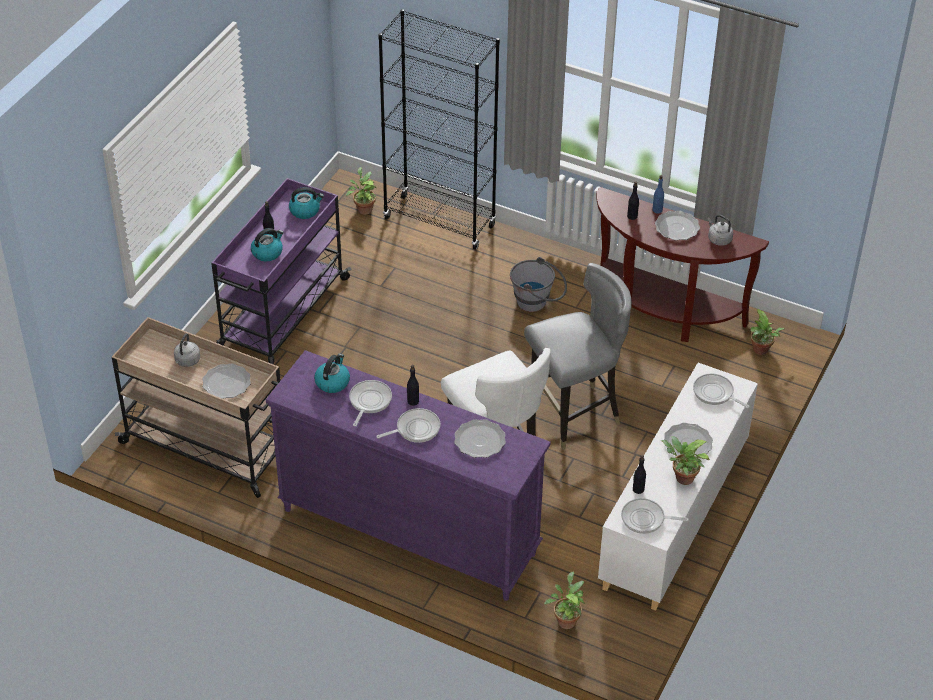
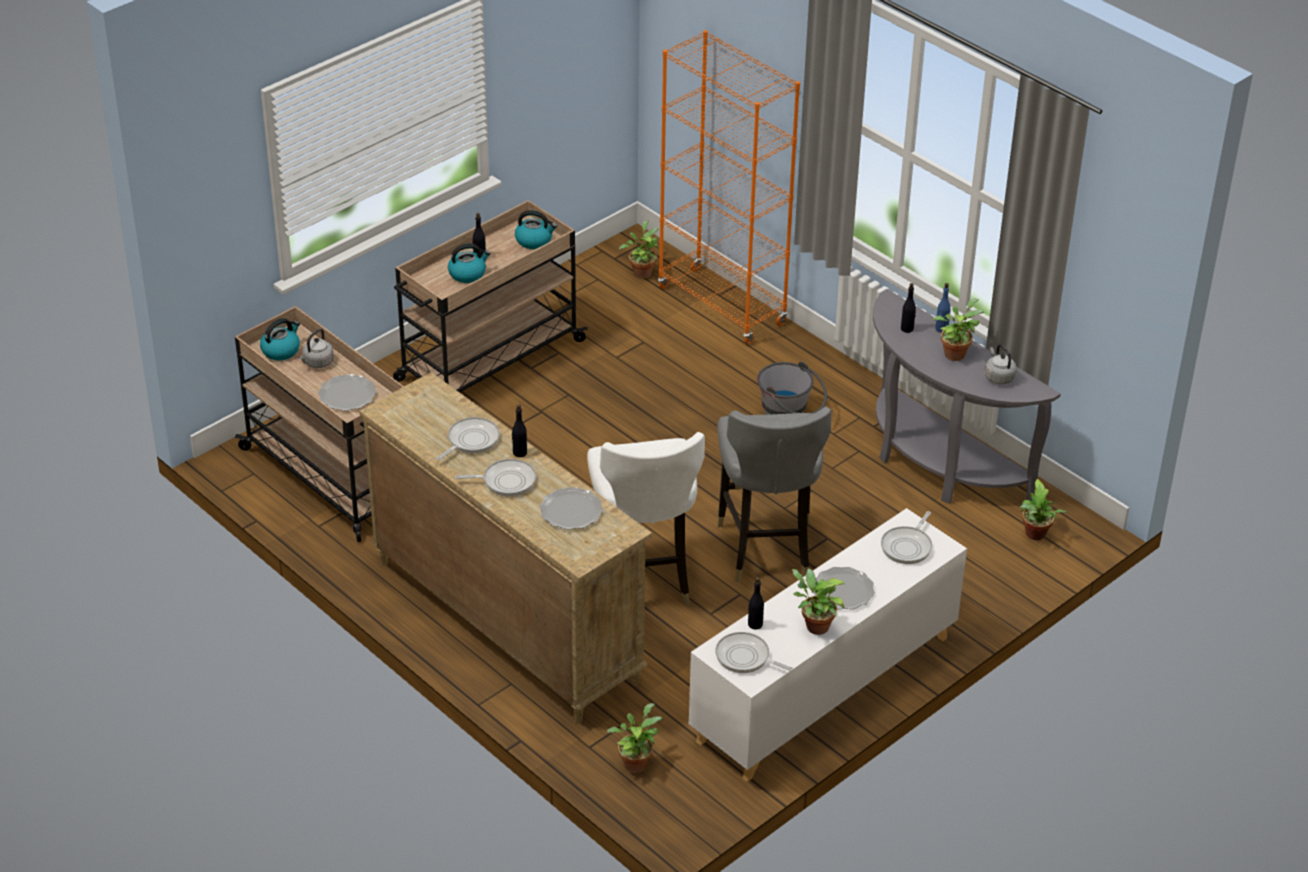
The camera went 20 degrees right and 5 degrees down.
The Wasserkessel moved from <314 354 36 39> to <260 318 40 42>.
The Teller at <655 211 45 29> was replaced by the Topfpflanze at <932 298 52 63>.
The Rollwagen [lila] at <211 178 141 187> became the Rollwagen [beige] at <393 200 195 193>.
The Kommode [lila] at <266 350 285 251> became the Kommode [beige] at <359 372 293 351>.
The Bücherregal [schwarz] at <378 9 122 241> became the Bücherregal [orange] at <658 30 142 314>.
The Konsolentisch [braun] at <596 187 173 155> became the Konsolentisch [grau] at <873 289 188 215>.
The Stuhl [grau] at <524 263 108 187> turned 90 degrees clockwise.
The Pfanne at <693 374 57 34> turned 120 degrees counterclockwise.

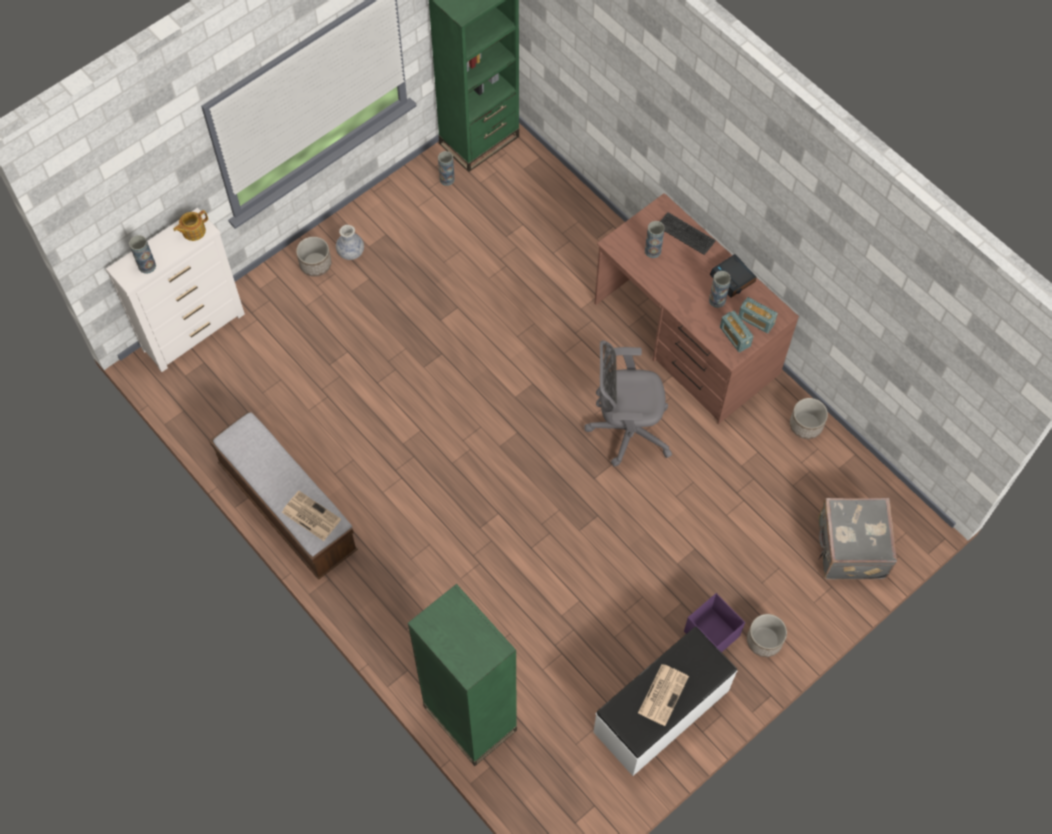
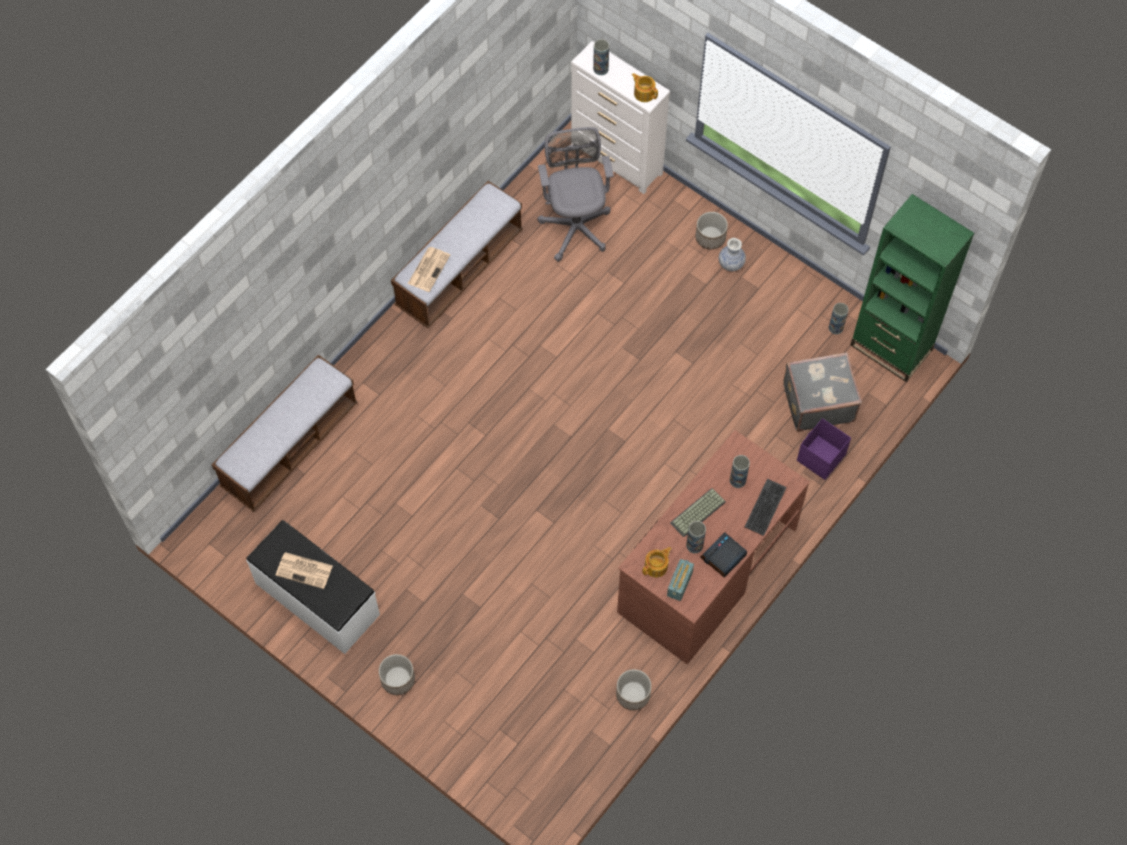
The camera went 80 degrees right and 0 degrees up.
The Tastatur at <670 488 56 49> appeared.
The Bürostuhl [grau] moved from <584 340 88 126> to <537 127 76 135>.
The Aufbewahrungsbox [lila] moved from <684 593 61 60> to <797 418 54 62>.
The Koffer [grau] moved from <818 498 79 82> to <783 352 79 80>.
The Bücherregal [grün] at <407 584 110 182> was replaced by the Bank at <211 355 147 157>.
The Radio at <720 311 34 42> was replaced by the Teekanne at <642 547 30 30>.

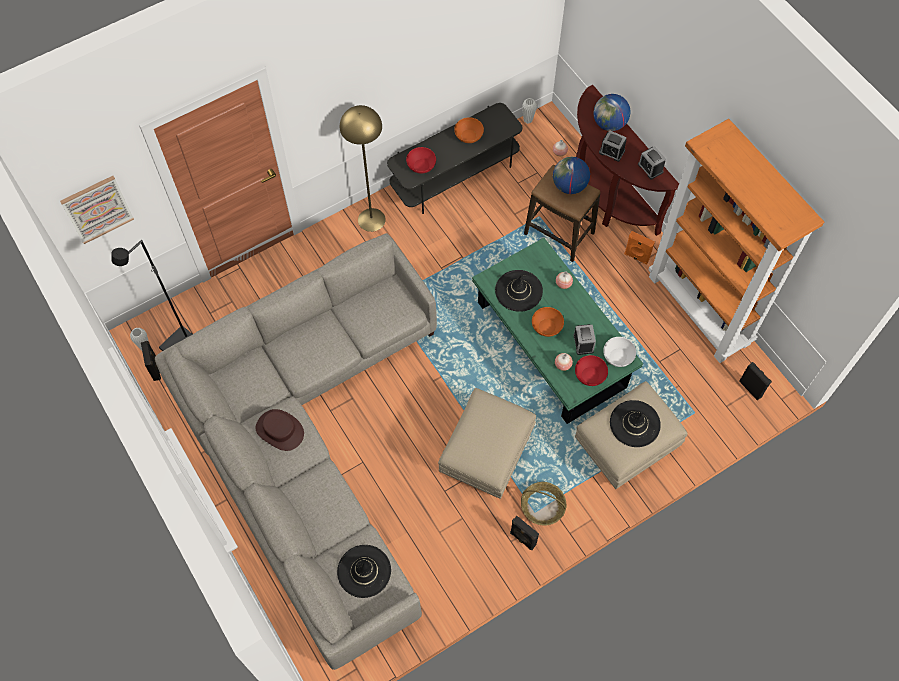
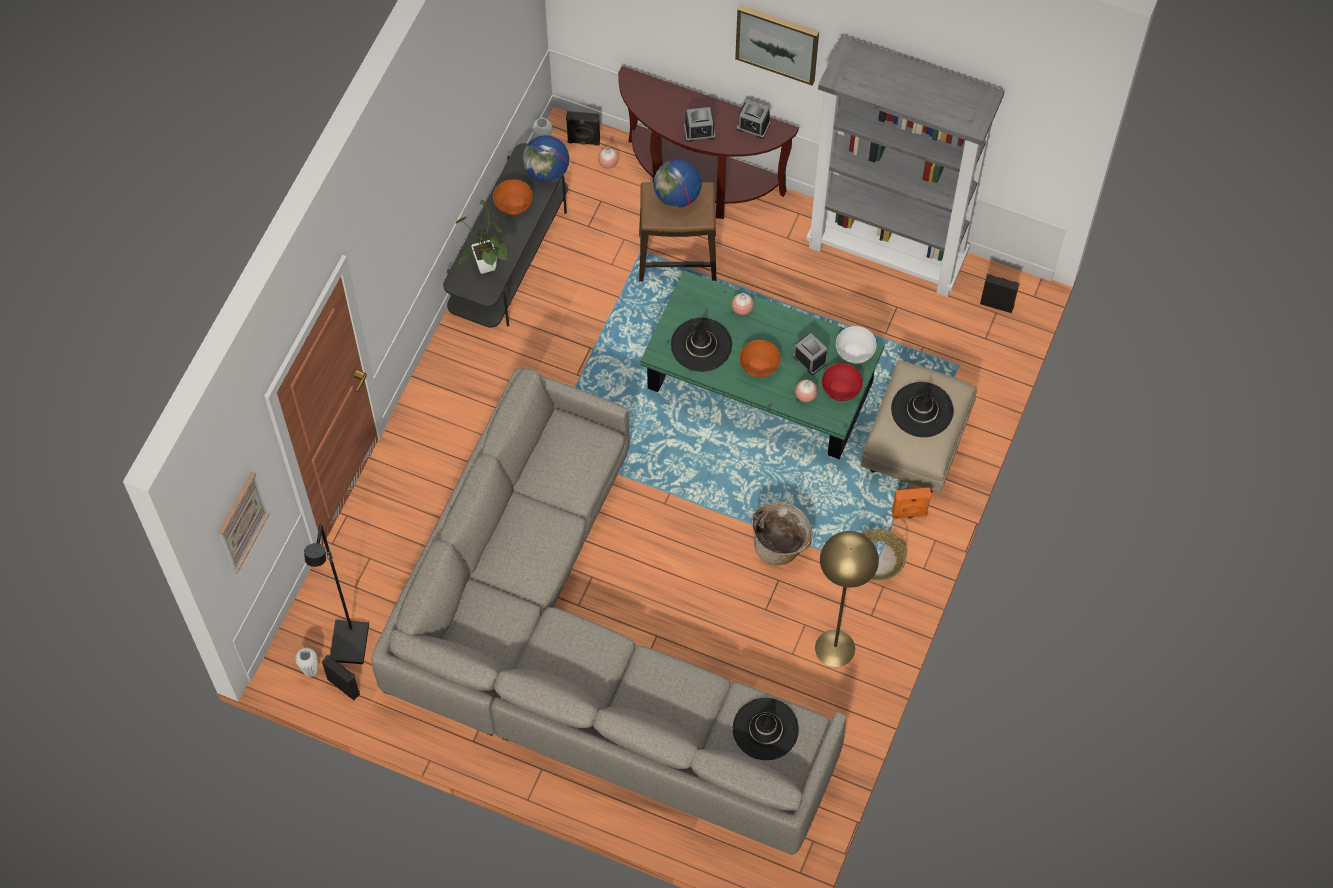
The camera went 35 degrees left and 0 degrees up.
The Hut [braun] at <256 409 48 42> disappeared.
The Bild at <735 5 84 80> appeared.
The Stehlampe [gelb] moved from <340 105 46 127> to <815 531 64 136>.
The Lautsprecher [schwarz] moved from <510 516 29 34> to <566 111 34 35>.
The Globus moved from <593 94 38 37> to <522 135 47 48>.
The Lautsprecher [orange] moved from <624 231 31 33> to <892 488 40 31>.
The Schüssel [rot] at <406 147 30 26> was replaced by the Topfpflanze at <456 200 51 74>.
The Polsterhocker [beige] at <438 388 98 111> was replaced by the Korb at <752 502 60 63>.
The Bücherregal [orange] at <649 119 175 244> became the Bücherregal [grau] at <806 36 199 261>.

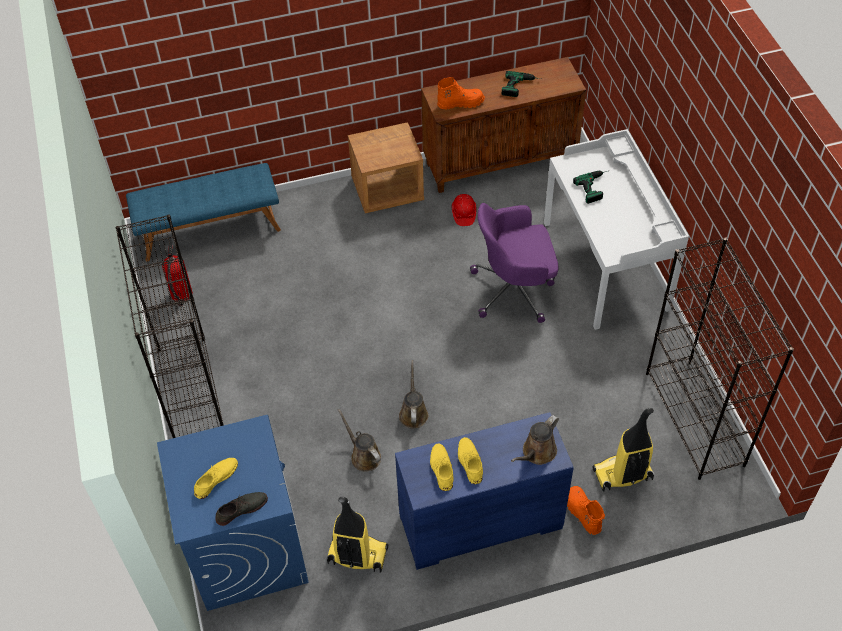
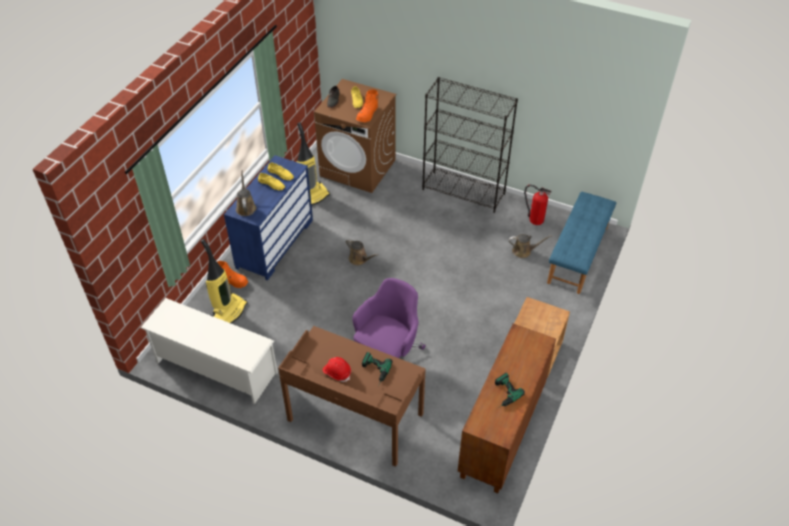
The camera went 130 degrees right and 5 degrees down.
The Gießkanne [braun] moved from <338 409 43 62> to <509 234 43 24>.
The Stiefel [orange] moved from <437 77 48 33> to <356 90 23 32>.
The Schutzhelm [rot] moved from <452 194 25 32> to <323 357 28 25>.
The Bücherregal [schwarz] at <646 237 148 243> was replaced by the Schuhregal [weiß] at <140 298 138 106>.
The Waschmaschine [blau] at <157 415 152 196> became the Waschmaschine [braun] at <314 79 82 114>.
The Schreibtisch [weiß] at <544 129 145 201> became the Schreibtisch [braun] at <278 326 148 141>.

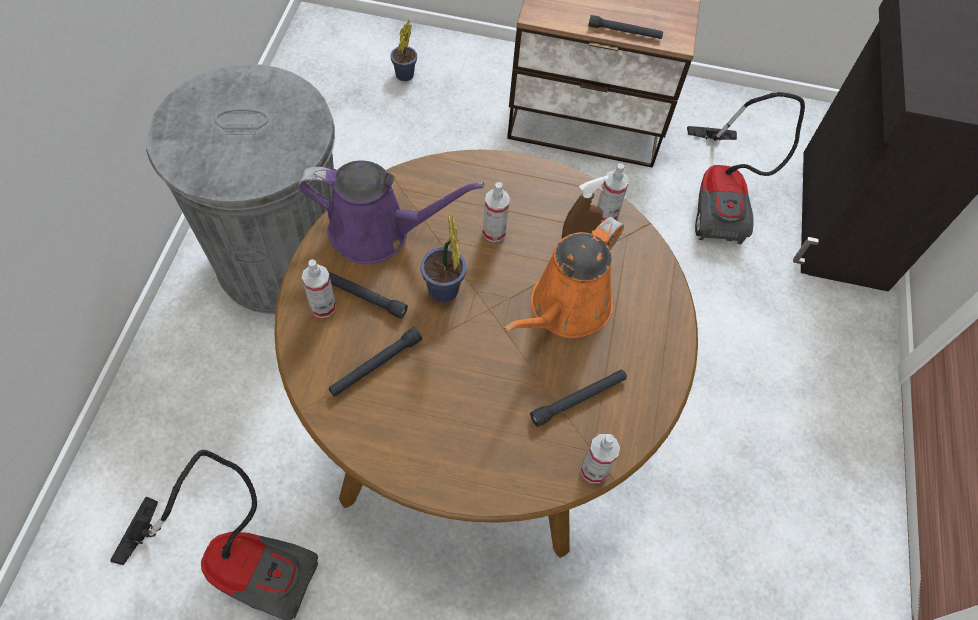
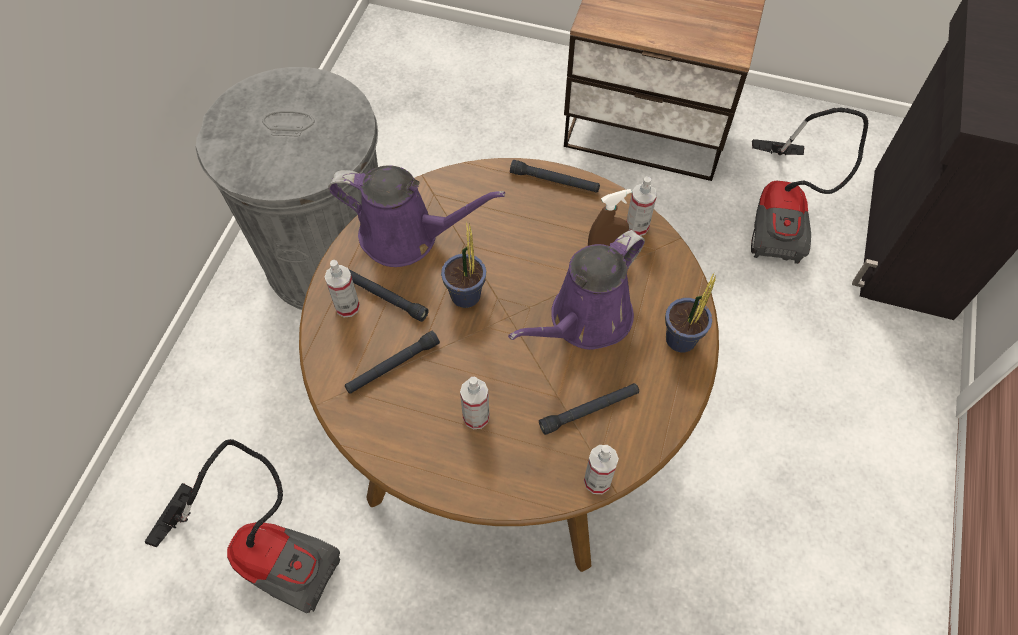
The camera went 10 degrees right and 0 degrees up.
The Topfpflanze moved from <390 19 27 62> to <665 273 51 80>.
The Sprühflasche moved from <483 182 27 60> to <460 377 30 52>.
The Taschenlampe [schwarz] moved from <588 15 75 24> to <510 160 90 33>.
The Gießkanne [orange] at <503 217 121 121> became the Gießkanne [lila] at <508 230 137 120>.

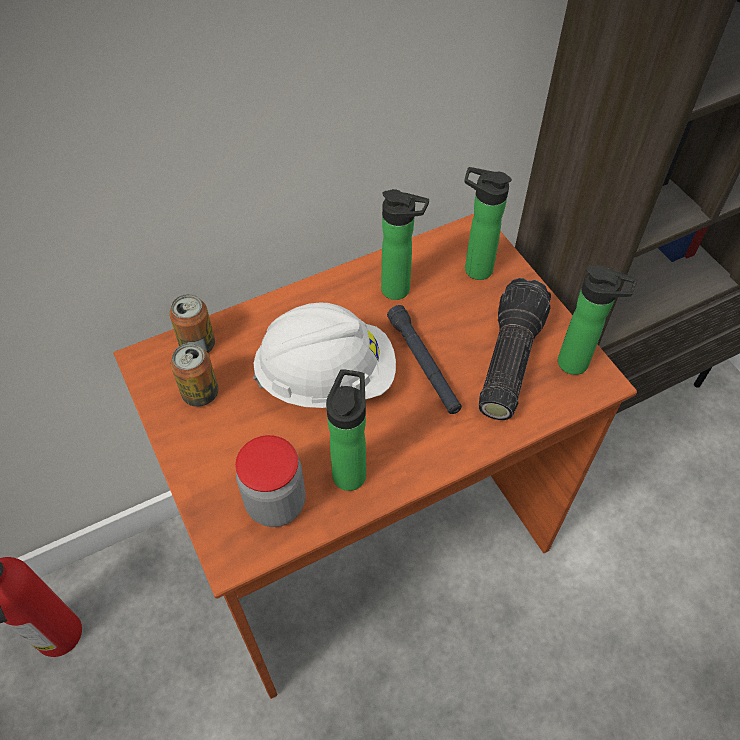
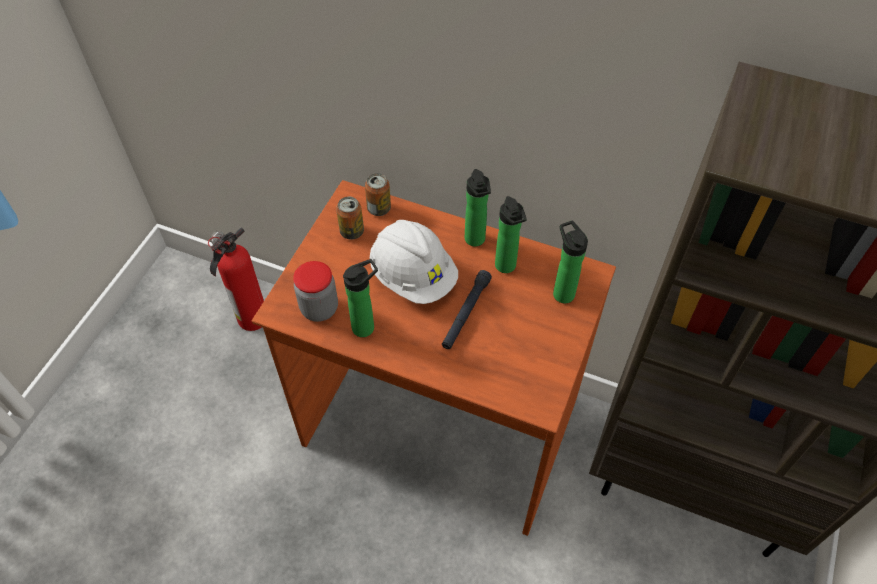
The camera went 50 degrees right and 0 degrees up.
The Taschenlampe at <479 278 72 142> disappeared.
The Flasche moved from <558 265 80 110> to <465 169 26 77>.

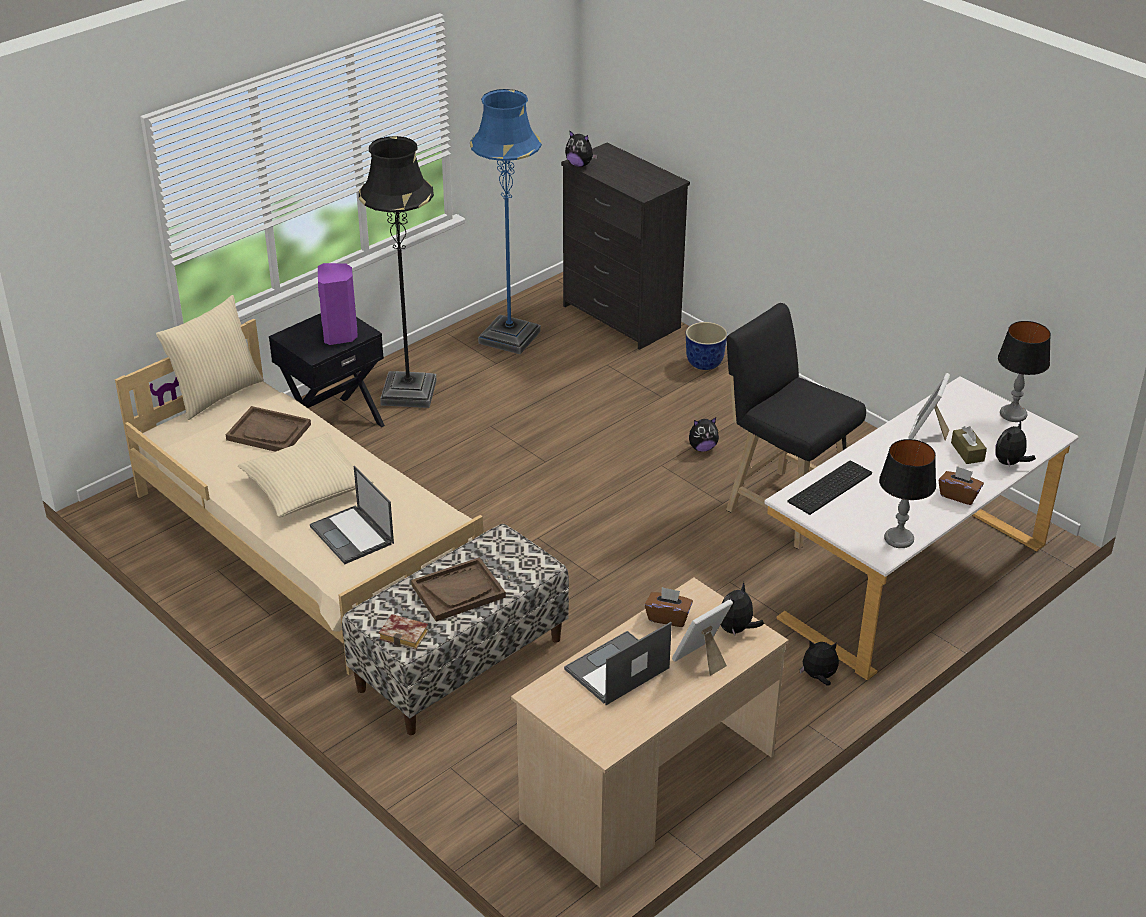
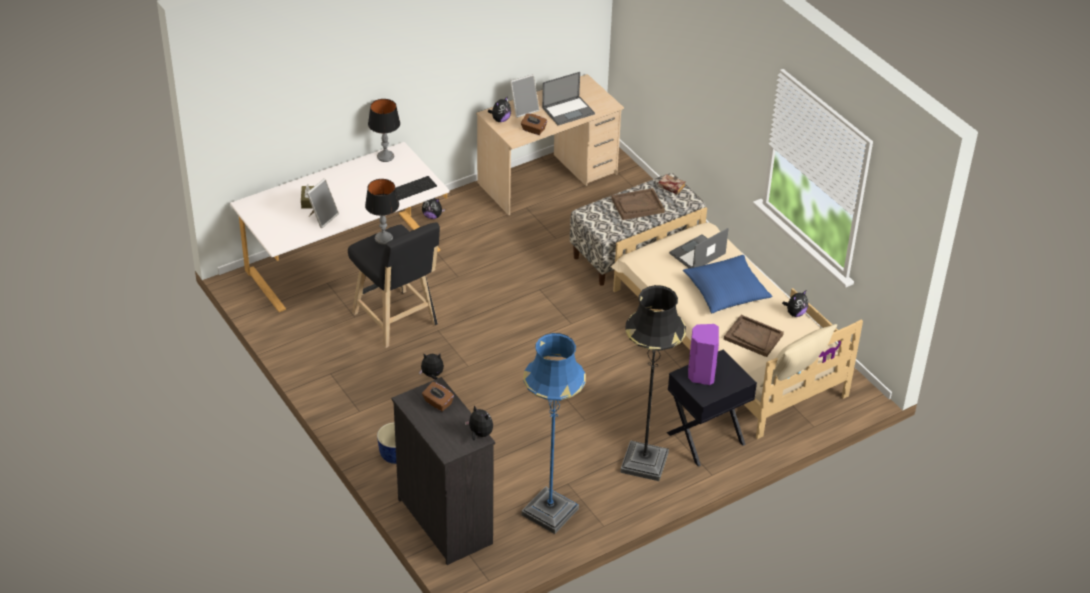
The camera went 170 degrees left and 5 degrees up.
The Taschentuchbox [braun] moved from <939 466 45 39> to <422 382 32 30>.
The Plüschtier moved from <995 420 41 47> to <782 290 26 27>.
The Tischlampe moved from <998 321 53 101> to <365 179 34 65>.
The Kissen [beige] at <238 433 136 84> became the Kissen [blau] at <683 255 89 58>.
The Laptop at <310 466 84 98> turned 105 degrees counterclockwise.

